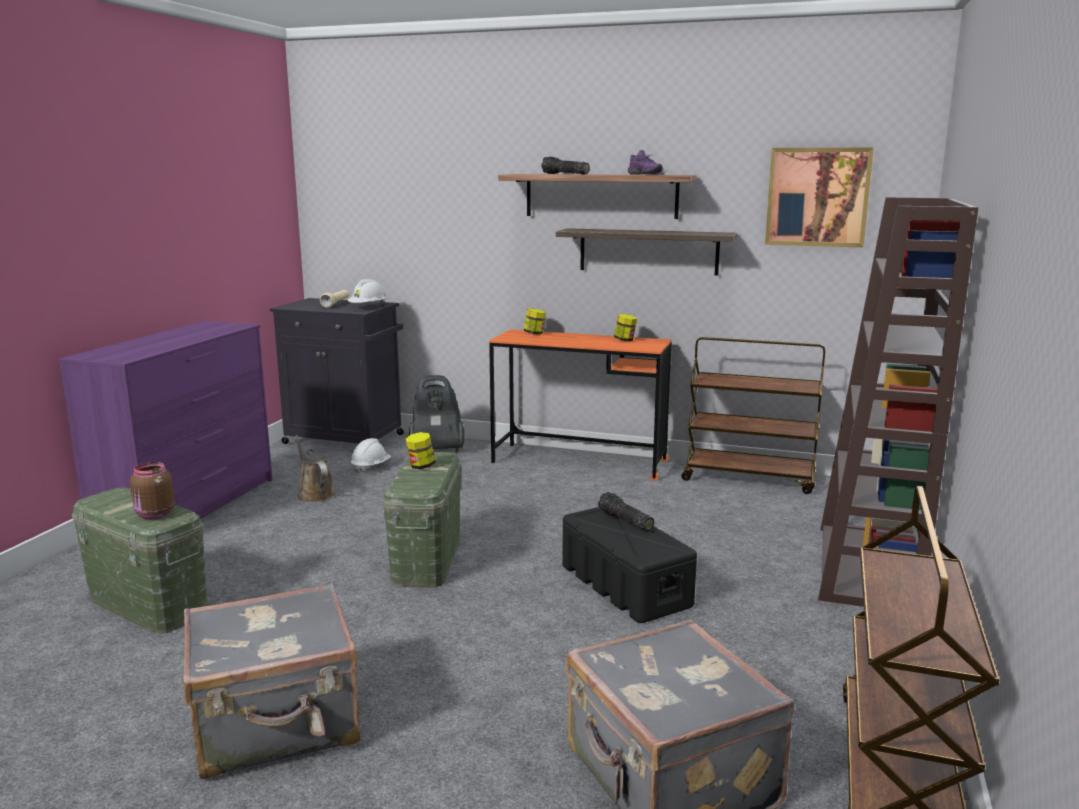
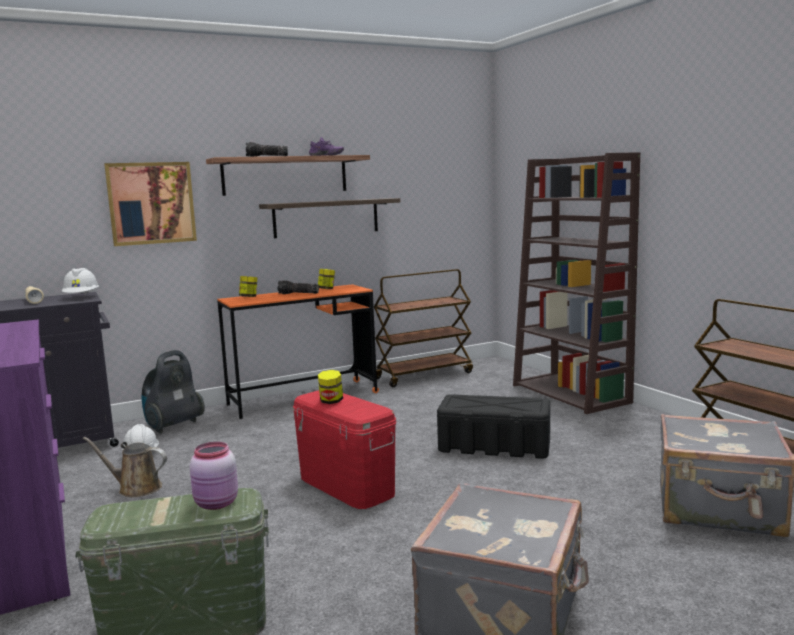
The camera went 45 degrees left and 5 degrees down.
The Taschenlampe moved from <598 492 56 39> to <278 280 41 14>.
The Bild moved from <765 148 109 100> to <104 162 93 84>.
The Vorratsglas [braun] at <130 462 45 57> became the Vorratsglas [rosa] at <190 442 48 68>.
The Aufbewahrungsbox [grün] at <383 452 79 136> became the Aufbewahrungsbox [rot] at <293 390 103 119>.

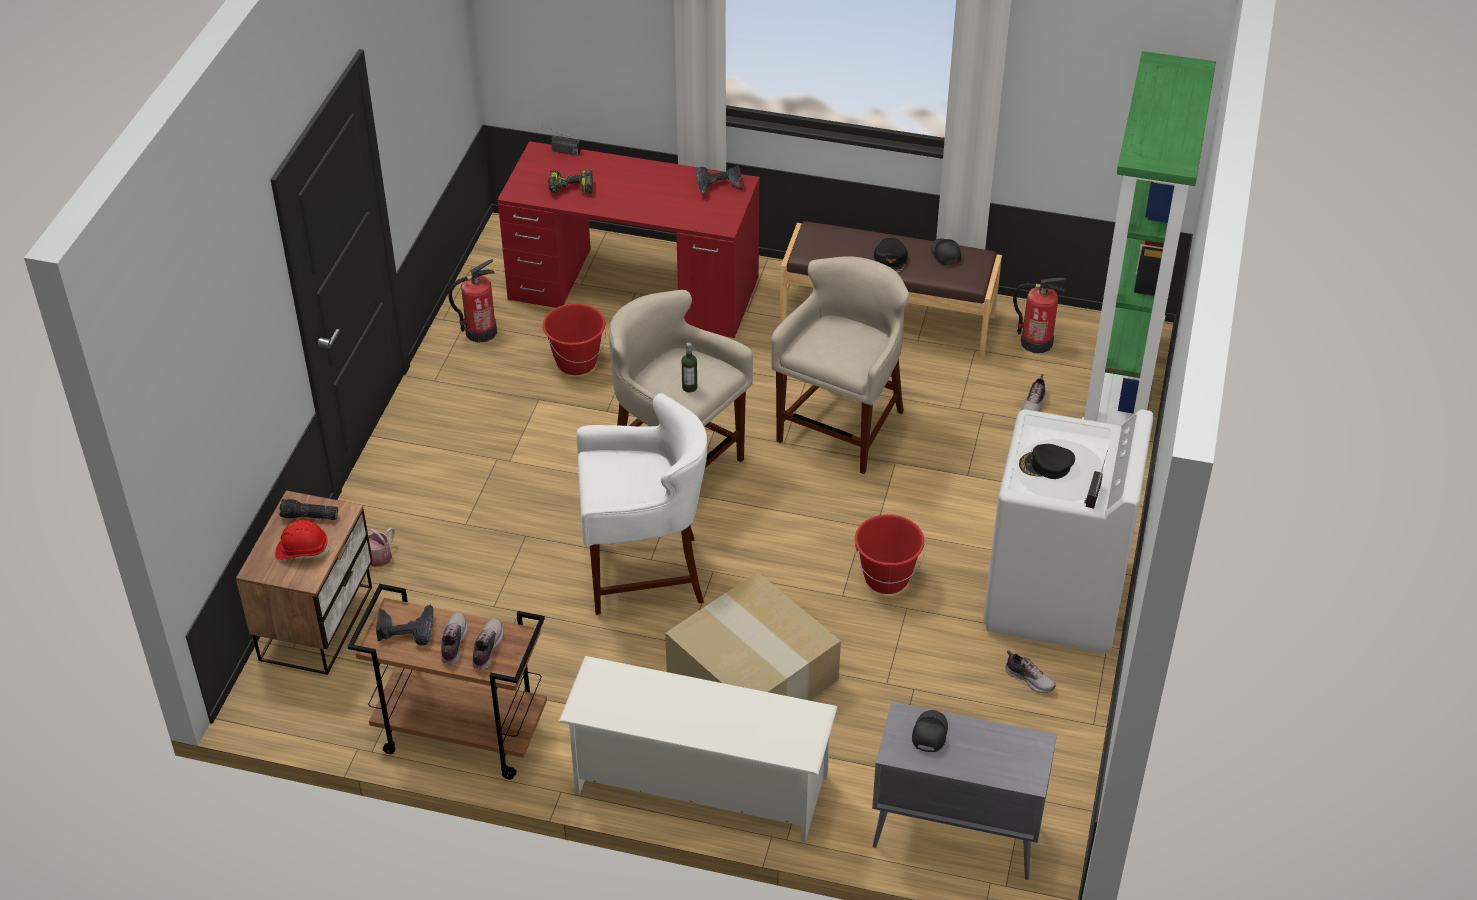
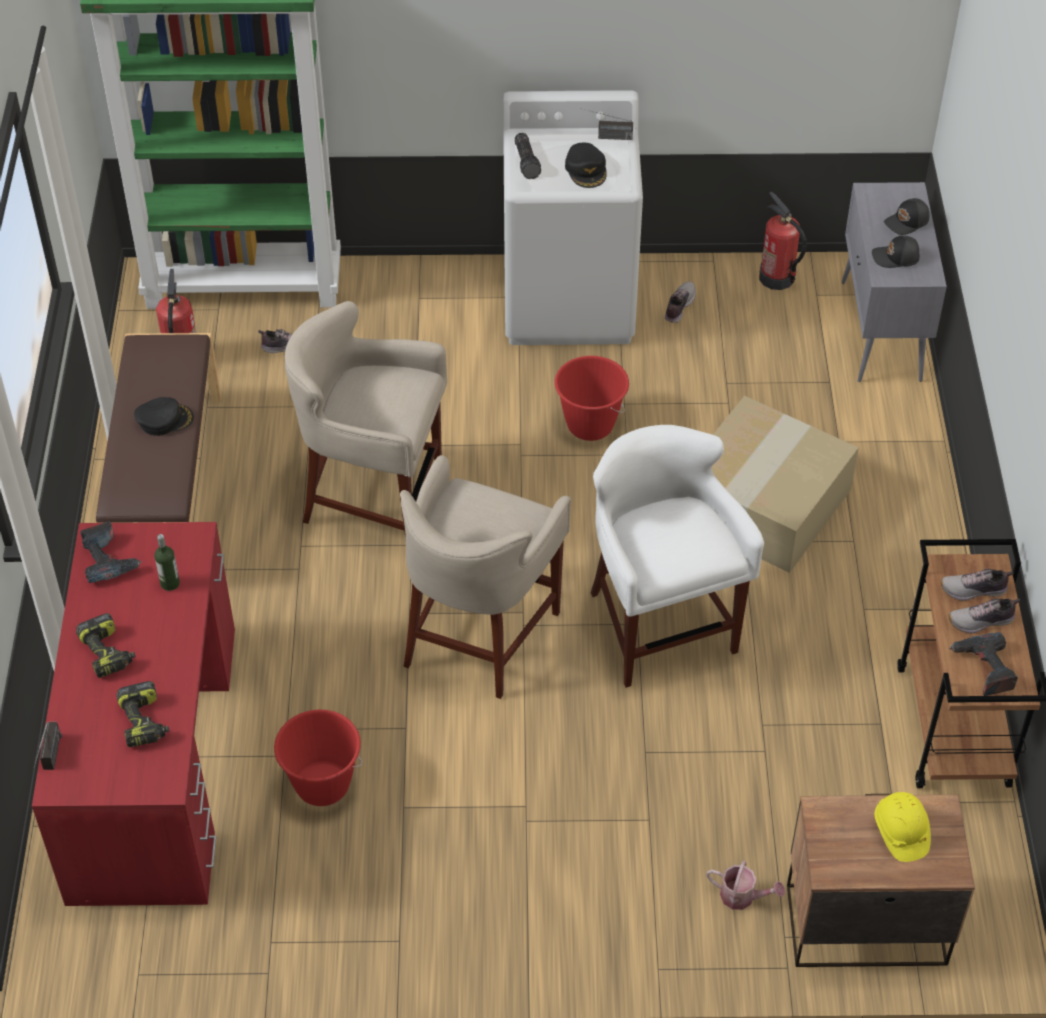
The camera went 105 degrees left and 5 degrees up.
The Schuhregal [weiß] at <559 656 279 186> disappeared.
The Bohrmaschine at <76 613 59 65> appeared.
The Taschenlampe moved from <279 499 59 21> to <515 133 26 46>.
The Feuerlöscher moved from <448 259 49 84> to <759 192 48 98>.
The Flasche moved from <682 342 15 50> to <154 534 26 57>.
The Kappe [schwarz] moved from <930 238 31 27> to <884 198 45 37>.
The Schutzhelm [rot] at <275 520 55 40> became the Schutzhelm [gelb] at <875 792 56 70>.

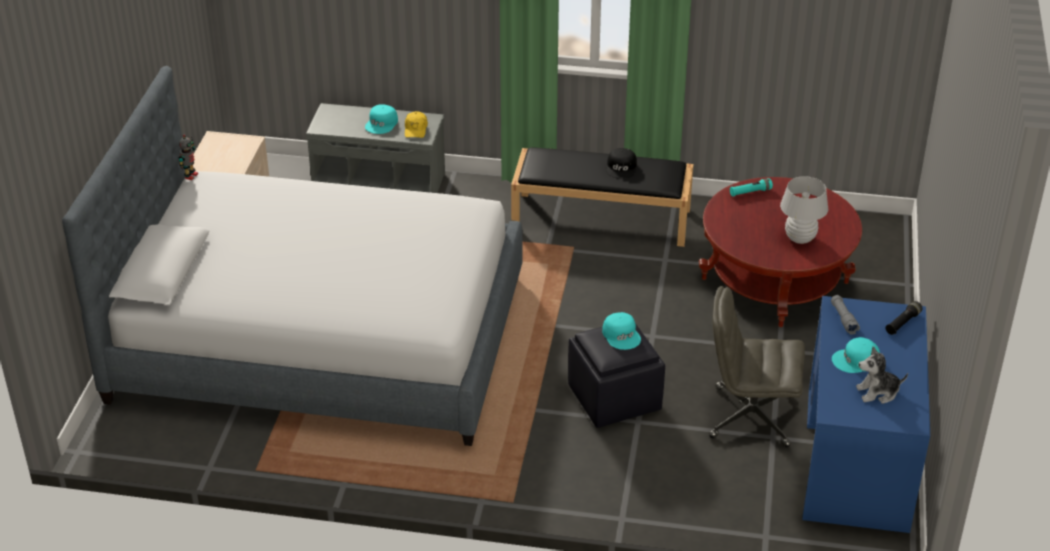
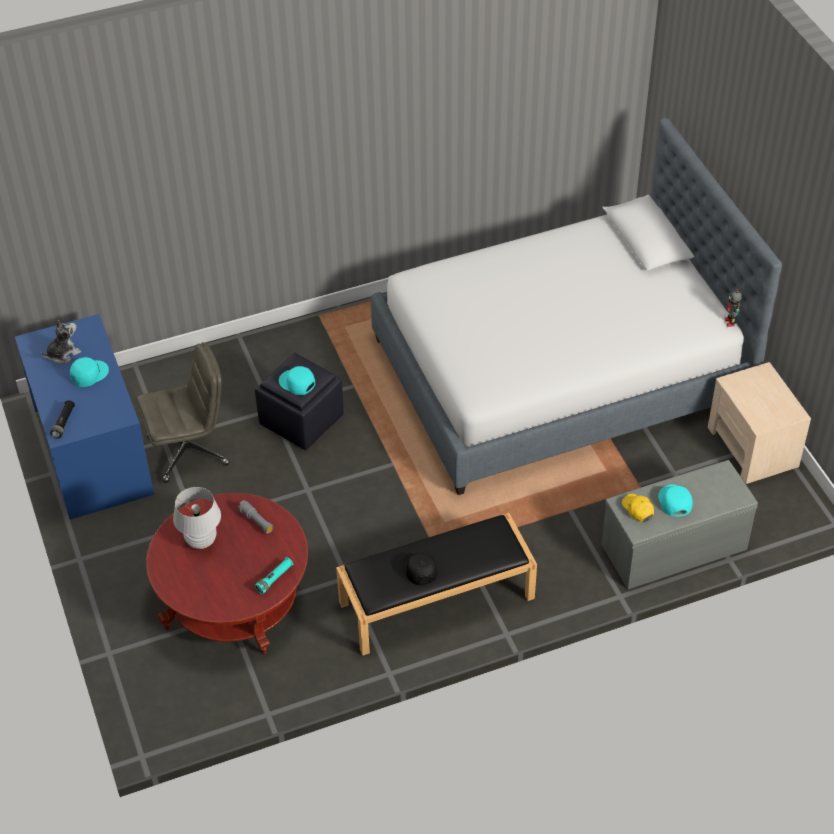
The camera went 150 degrees right and 10 degrees up.
The Taschenlampe [grau] moved from <831 295 29 40> to <237 500 37 34>.

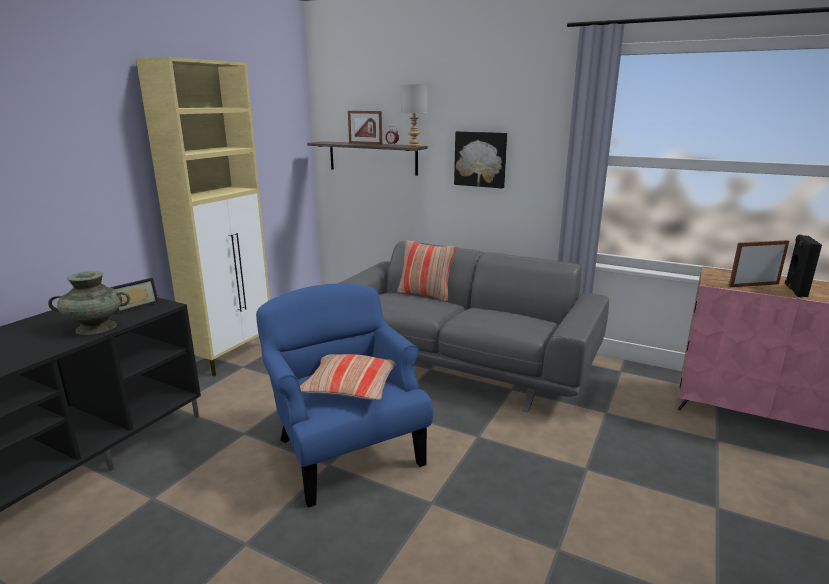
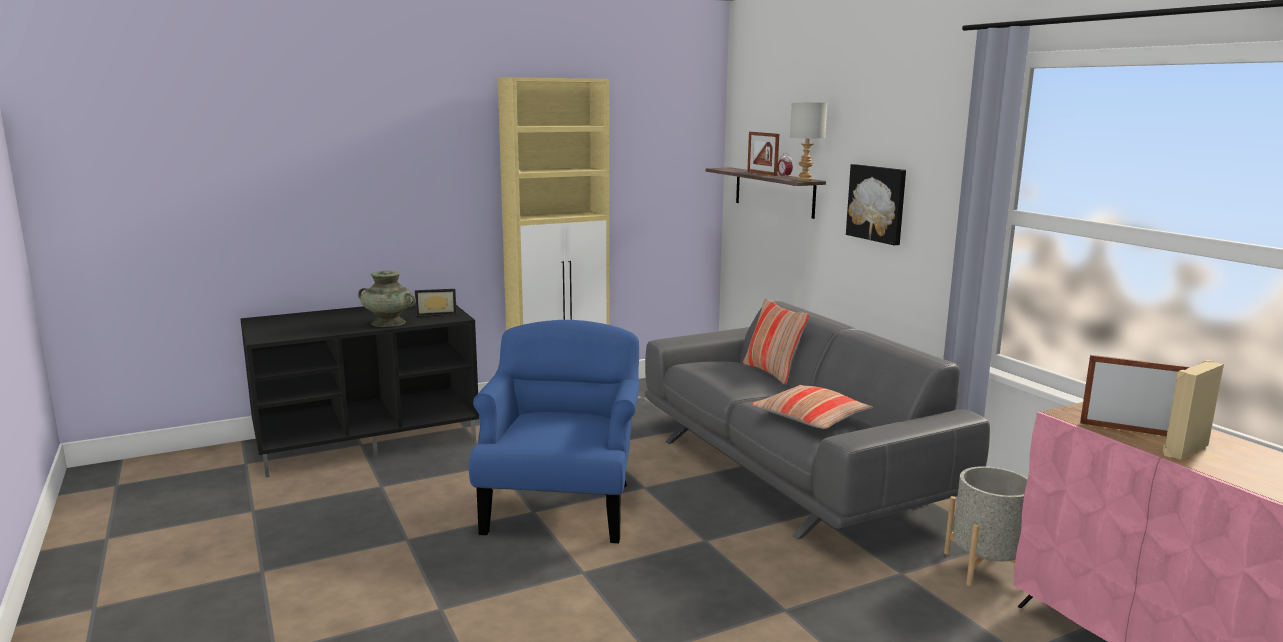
The camera went 35 degrees right and 5 degrees down.
The Pflanzkübel [grau] at <944 466 84 120> appeared.
The Kissen moved from <300 354 96 46> to <751 385 122 44>.
The Lautsprecher [schwarz] at <785 235 37 62> became the Lautsprecher [beige] at <1163 360 61 100>.

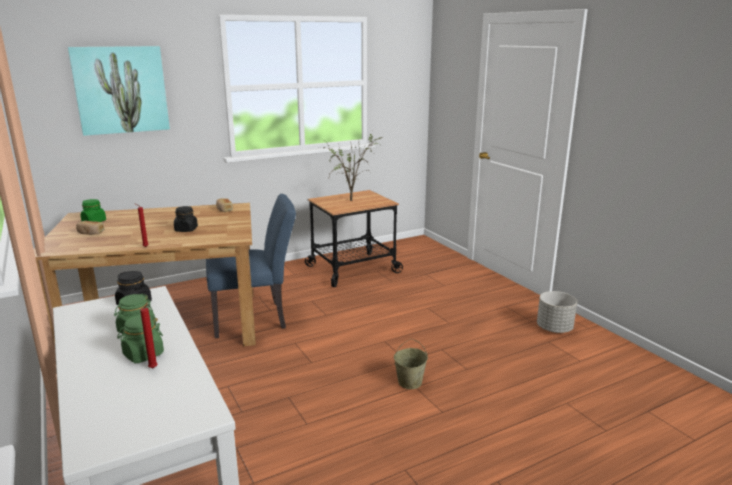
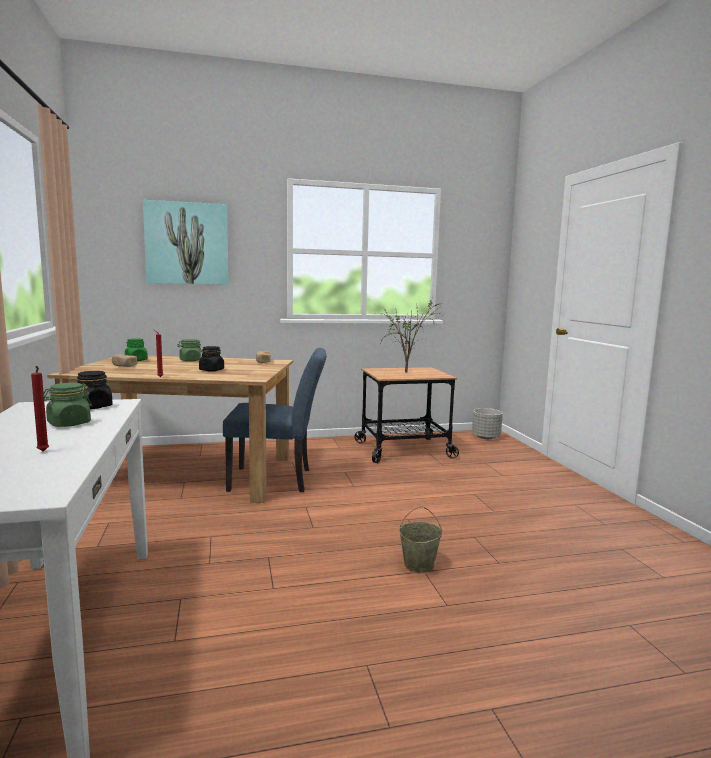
The camera went 15 degrees right and 10 degrees down.
The Vorratsglas [grün] moved from <117 316 47 47> to <177 339 25 23>.
The Pflanzkübel [grau] moved from <537 291 40 42> to <472 408 31 31>.

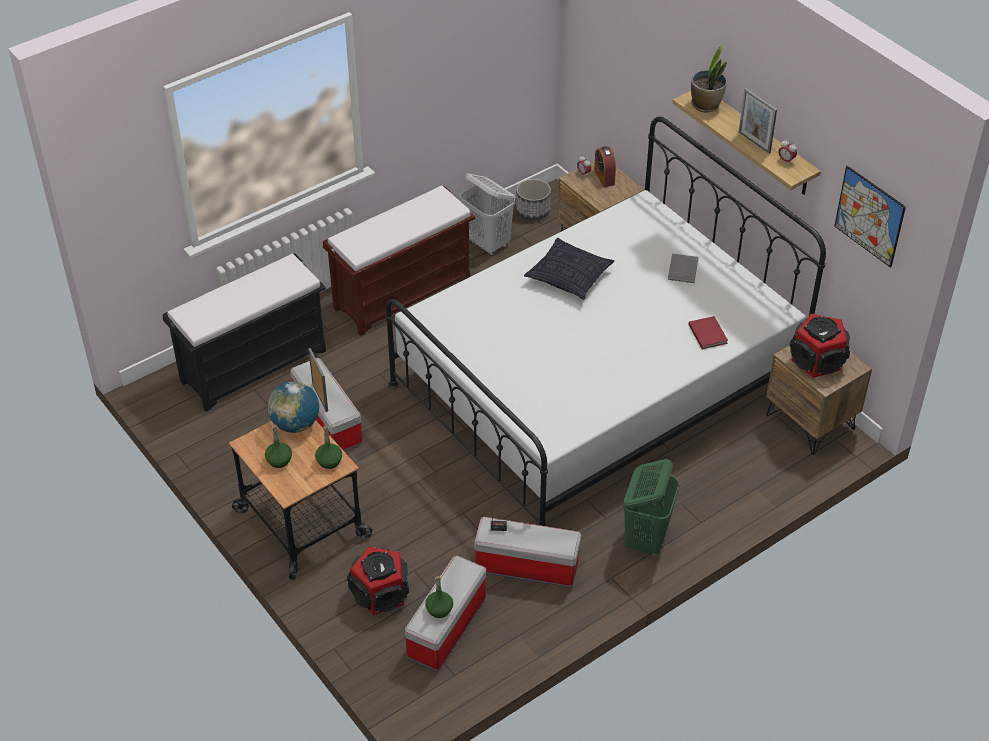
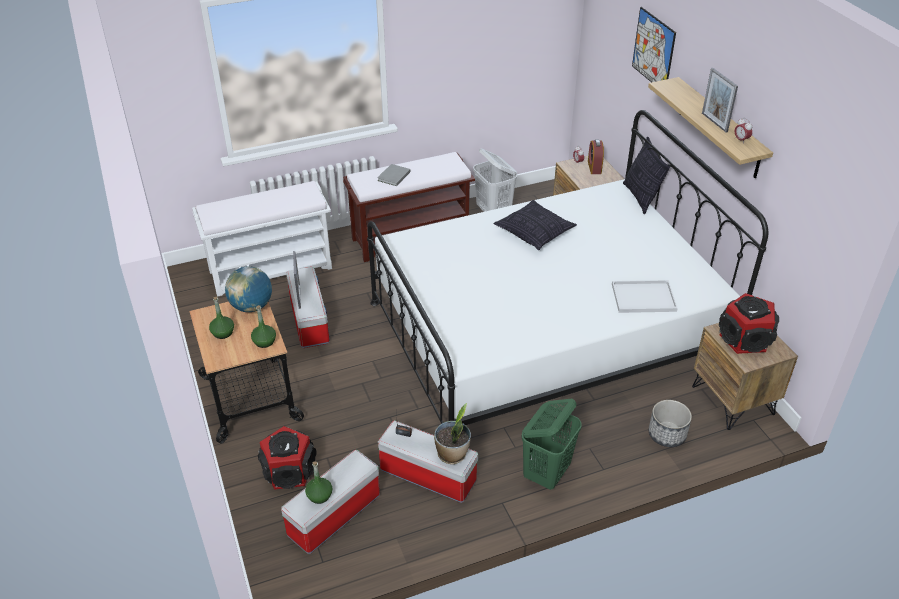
The camera went 15 degrees right and 5 degrees down.
The Kissen at <623 137 47 77> appeared.
The Pflanzkübel moved from <516 179 35 41> to <649 400 43 47>.
The Buch [grau] moved from <668 253 30 30> to <378 164 32 22>.
The Topfpflanze moved from <691 45 36 67> to <434 403 37 61>.
The Bild moved from <834 166 72 102> to <632 7 44 75>.
The Buch [rot] at <689 316 39 33> was replaced by the Tablett [weiß] at <612 280 66 33>.
The Bank [schwarz] at <162 253 164 159> became the Bank [weiß] at <192 181 140 116>.

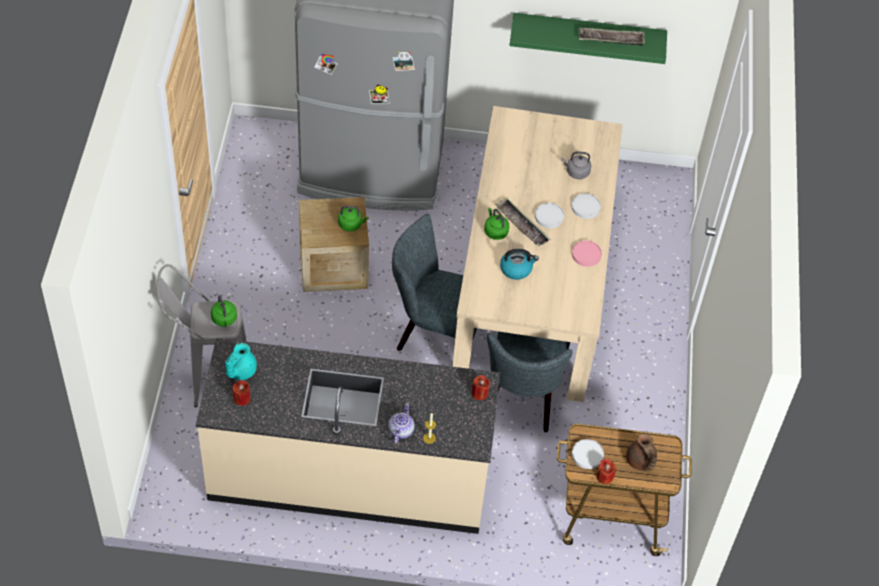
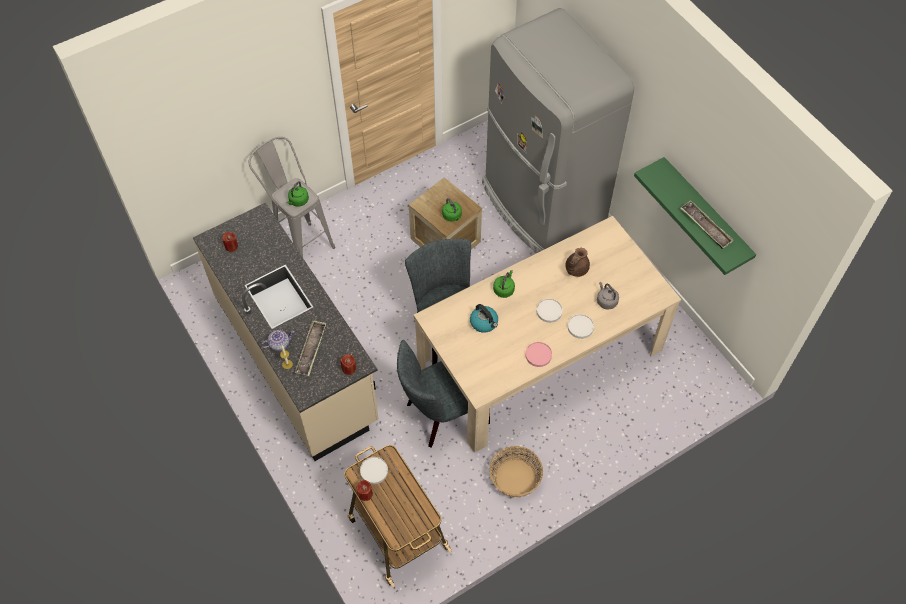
The camera went 55 degrees right and 5 degrees up.
The Teekanne [türkis] at <225 343 32 37> disappeared.
The Korb at <489 446 54 51> appeared.
The Tablett moved from <495 198 56 48> to <295 320 31 56>.
The Teekanne [braun] moved from <626 434 31 37> to <565 248 25 29>.

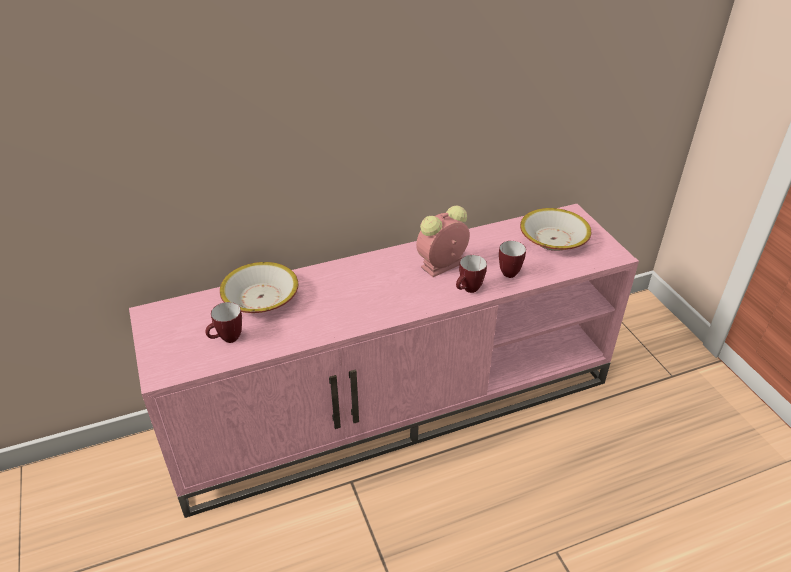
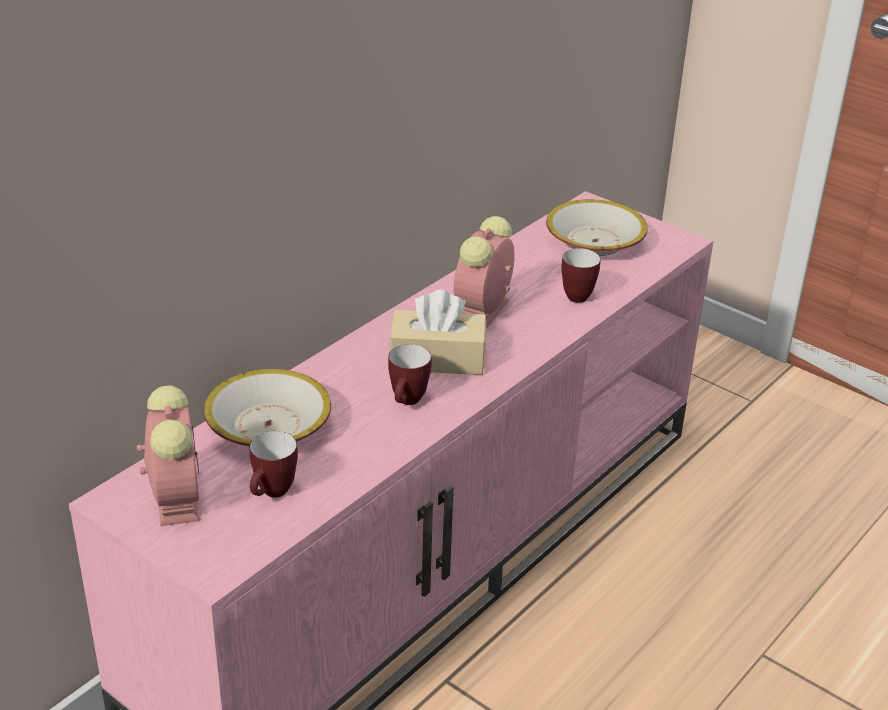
The camera went 30 degrees left and 5 degrees down.
The Wecker at <137 386 62 140> appeared.
The Taschentuchbox [beige] at <389 290 97 85> appeared.
The Henkelbecher moved from <456 255 31 38> to <388 344 43 61>.

